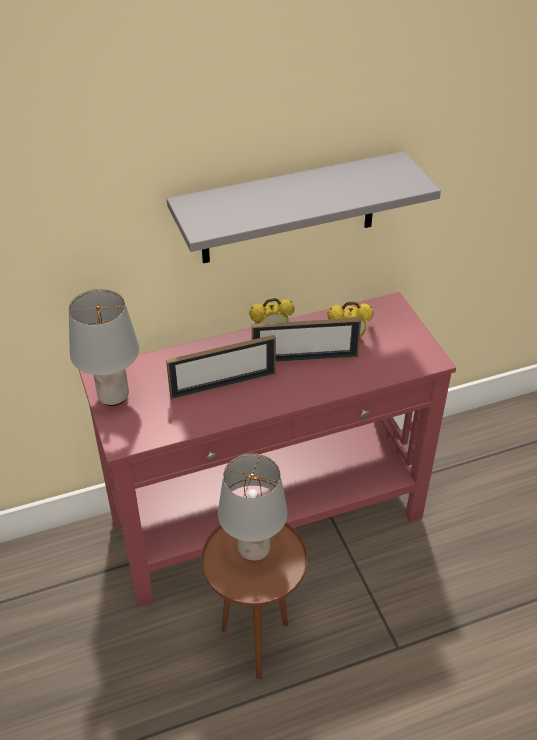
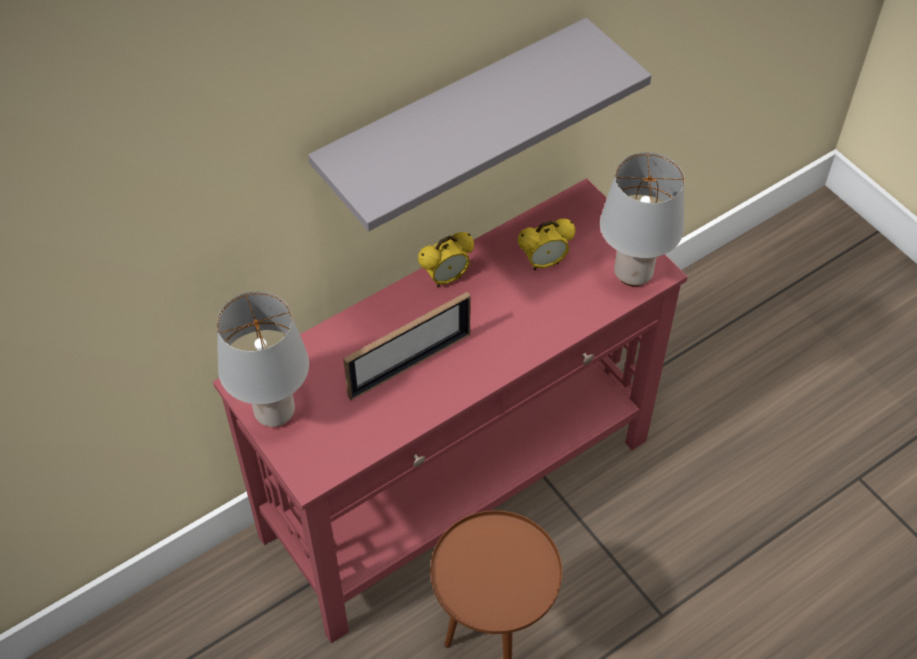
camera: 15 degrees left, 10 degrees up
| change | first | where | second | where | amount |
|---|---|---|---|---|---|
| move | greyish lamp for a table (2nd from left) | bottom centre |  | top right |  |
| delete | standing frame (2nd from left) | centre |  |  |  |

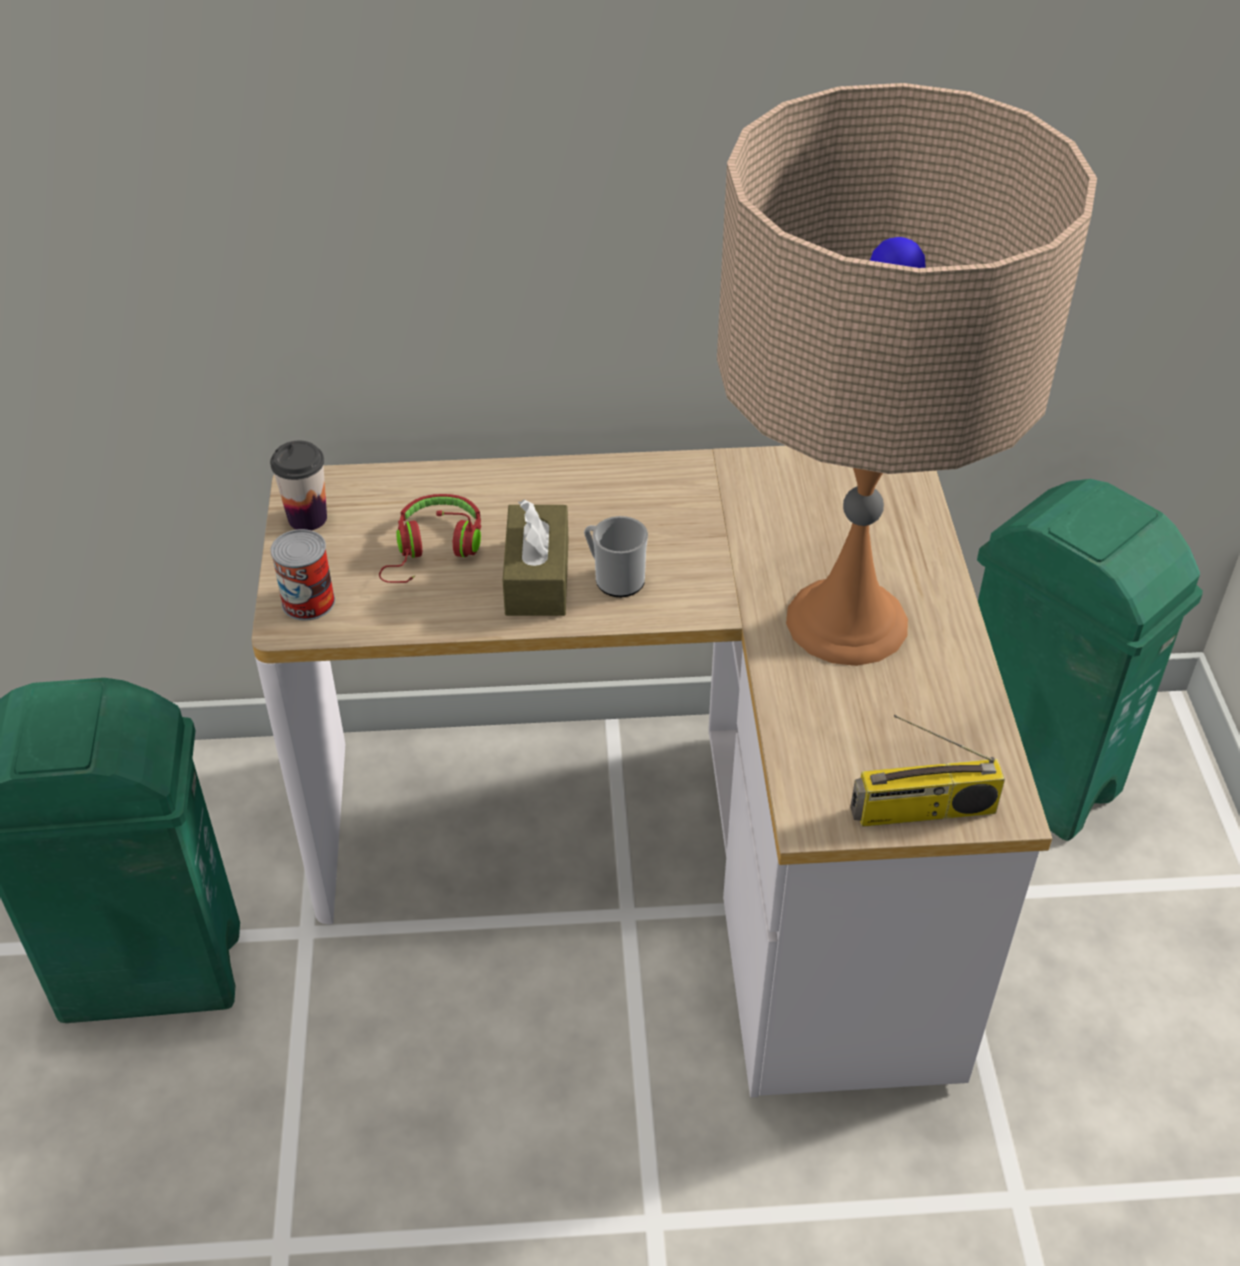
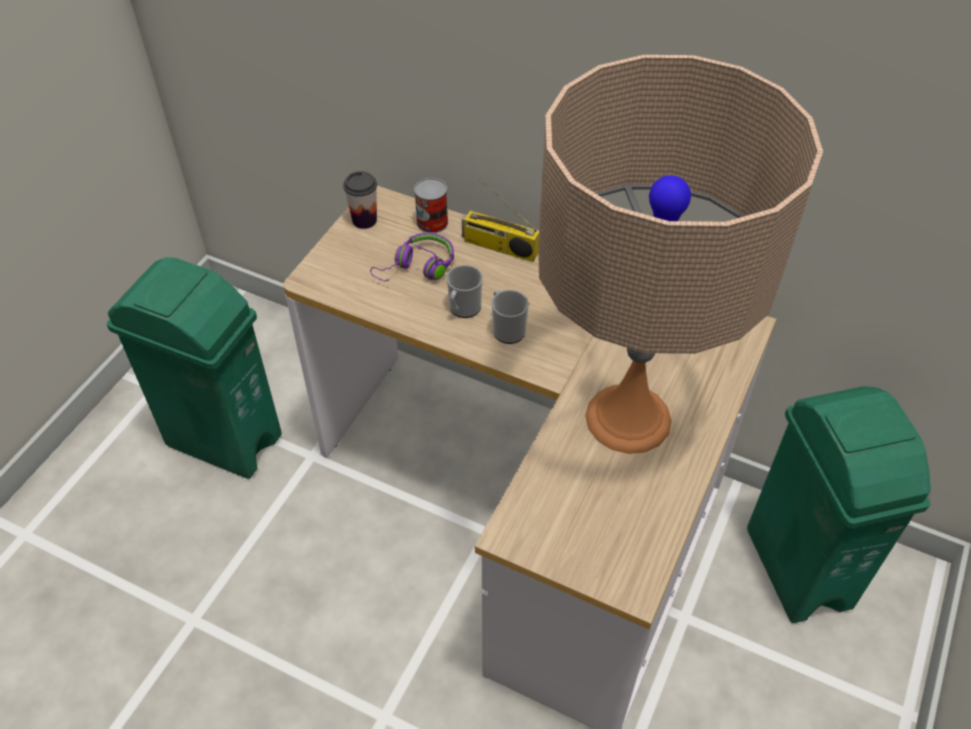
camera: 30 degrees right, 5 degrees up
| change | first | where | second | where | amount |
|---|---|---|---|---|---|
| recolor | red-coloured headphones | centre | purple headphones | centre |  |
| move | sealed can | middle left |  | top centre |  |
| replace | brown-coloured tissue box | centre | mug (1st from left) | centre |  |
| move | radio set | middle right |  | top centre |  |

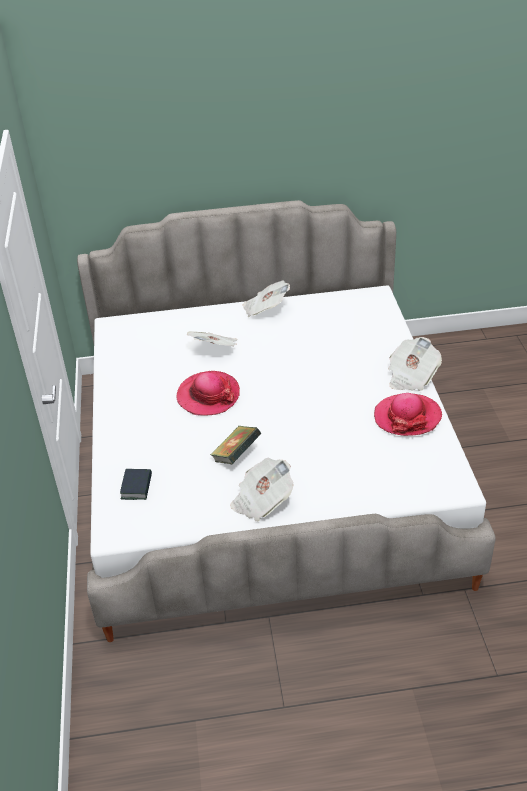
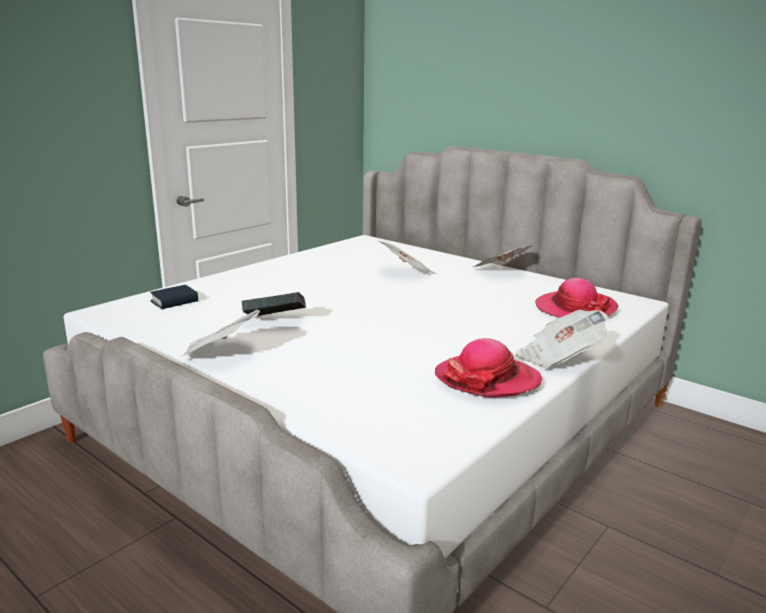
camera: 45 degrees right, 20 degrees down
| change | first | where | second | where | amount |
|---|---|---|---|---|---|
| move | hat (1st from left in the first image) | centre | hat (2nd from left) | middle right |  |

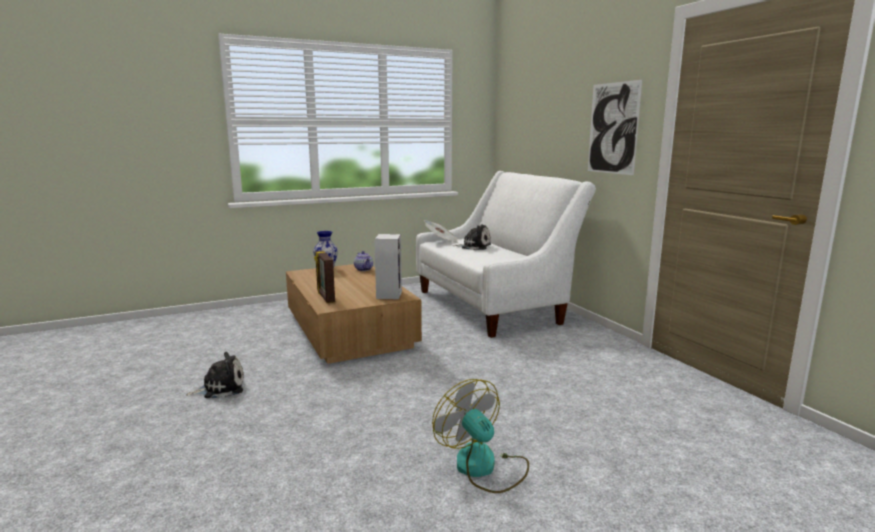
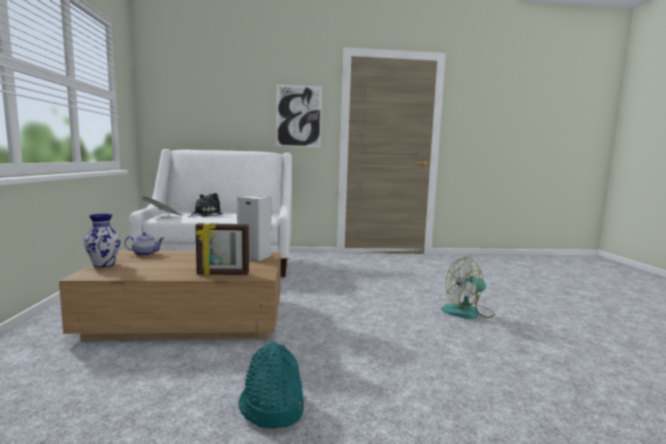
camera: 70 degrees left, 5 degrees down
| change | first | where | second | where | amount |
|---|---|---|---|---|---|
| replace | cuddly toy (1st from left) | bottom left | blue-green hat | bottom centre |  |

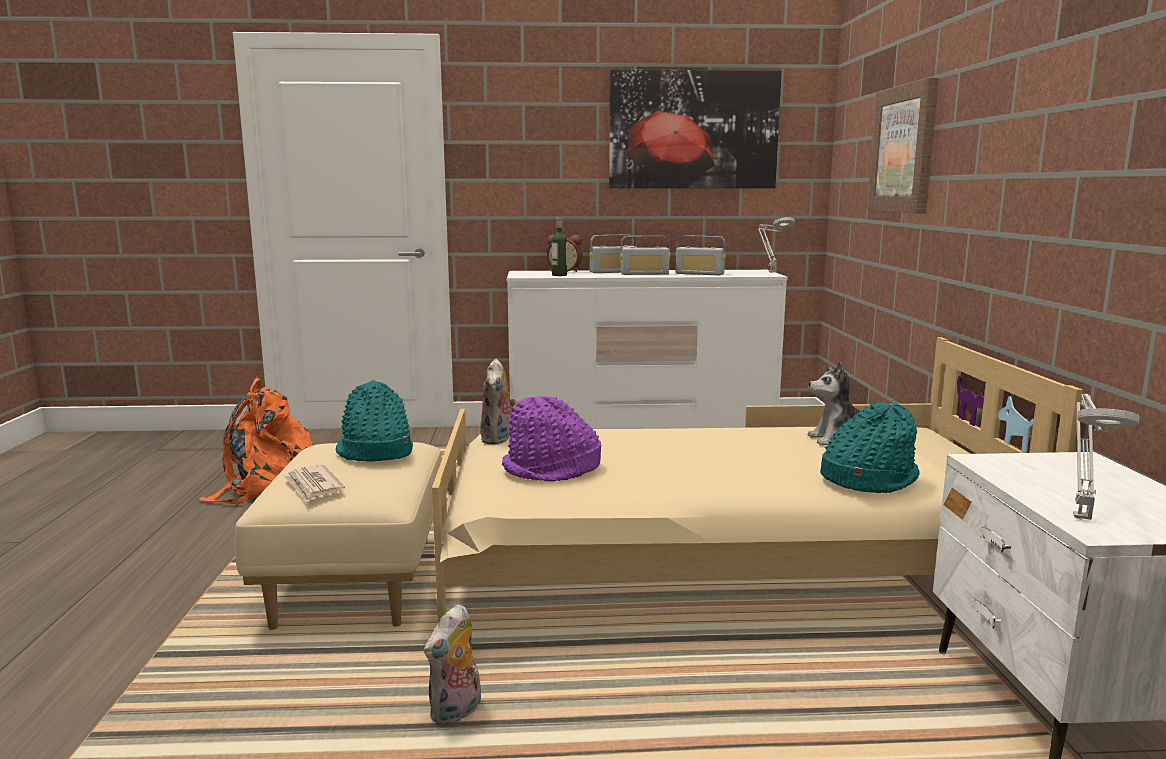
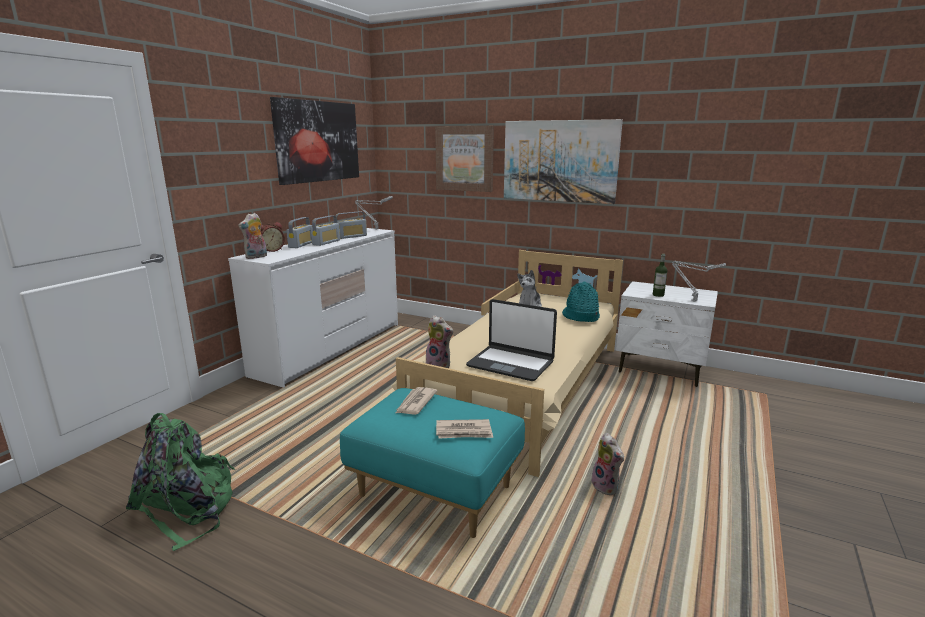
camera: 60 degrees left, 5 degrees up
| change | first | where | second | where | amount |
|---|---|---|---|---|---|
| recolor | orangey knapsack | middle left | green knapsack | bottom left |  |
| insert |  |  | cuddly toy (1st from left) | middle left |  |
| recolor | beige-coloured footrest | bottom left | blue-green footrest | bottom centre |  |
| replace | blue-green hat (1st from left) | middle left | printed paper (1st from left) | centre |  |
| replace | purple hat | centre | laptop | centre |  |
| insert |  |  | wall picture (3rd from left) | top centre |  |
| move | bottle | top centre |  | middle right |  |

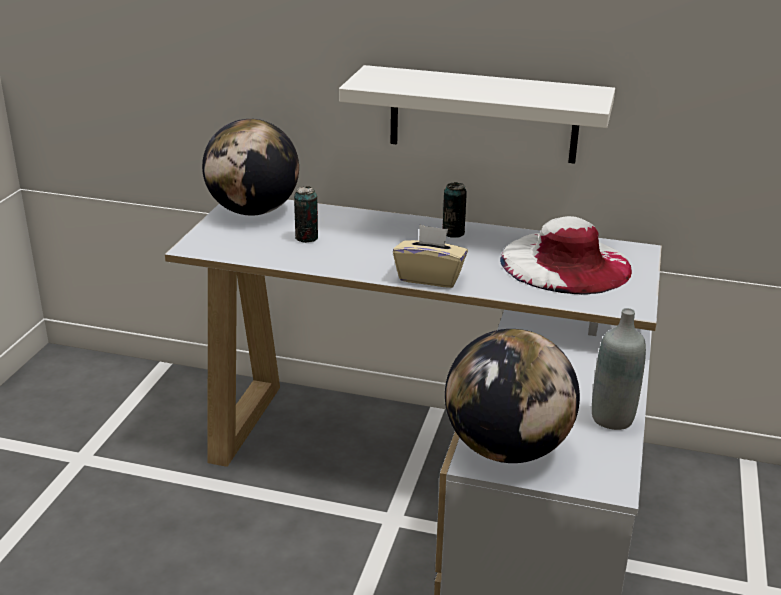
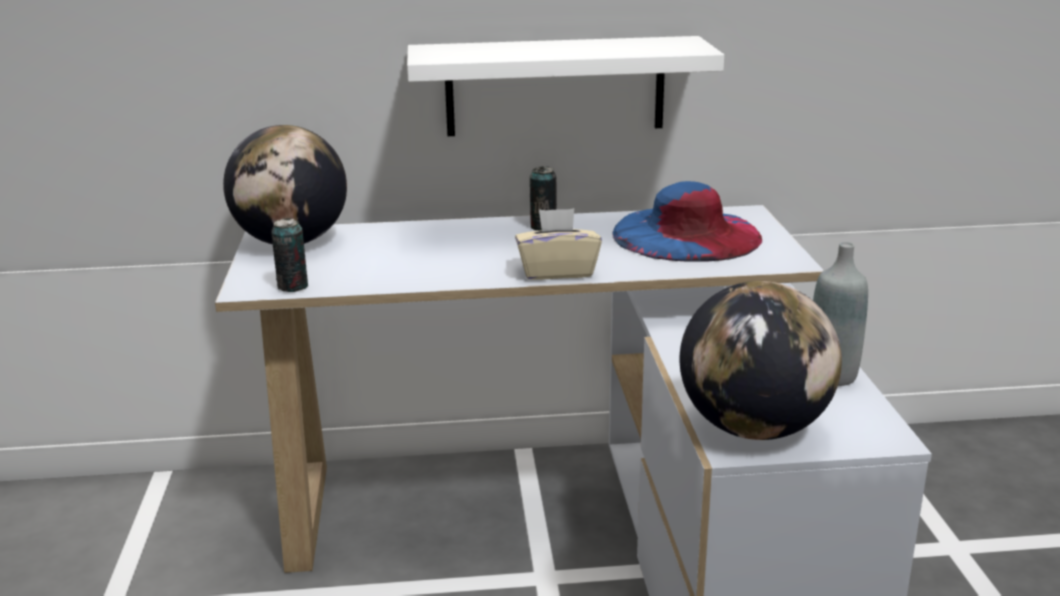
camera: 20 degrees left, 5 degrees down
| change | first | where | second | where | amount |
|---|---|---|---|---|---|
| move | sealed can (1st from left) | centre |  | middle left |  |
| recolor | white hat | middle right | blue-coloured hat | centre |  |

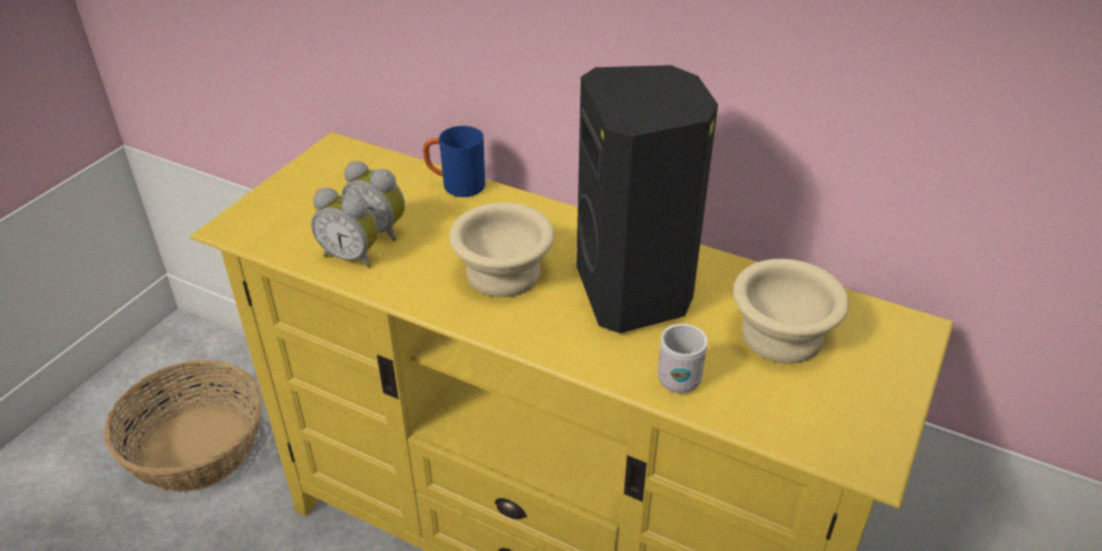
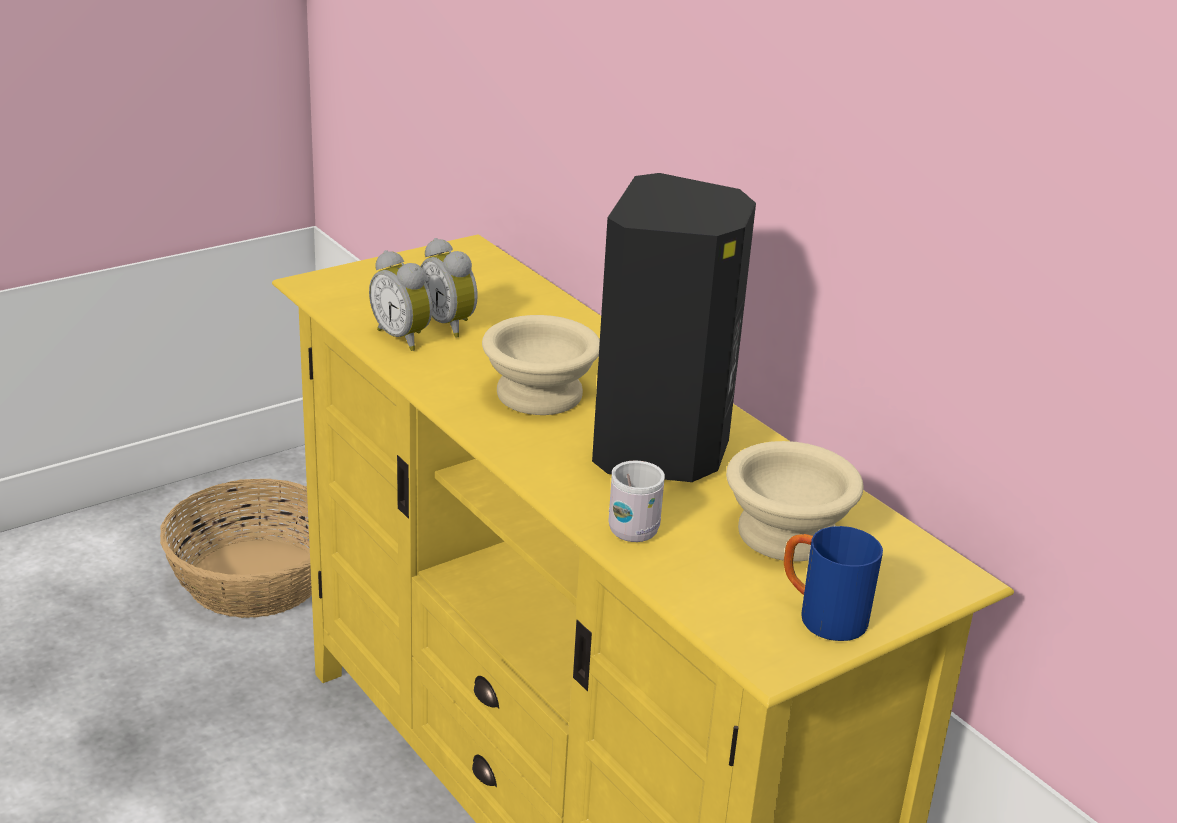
camera: 25 degrees right, 10 degrees down
| change | first | where | second | where | amount |
|---|---|---|---|---|---|
| move | blue-coloured mug | top centre |  | bottom right |  |

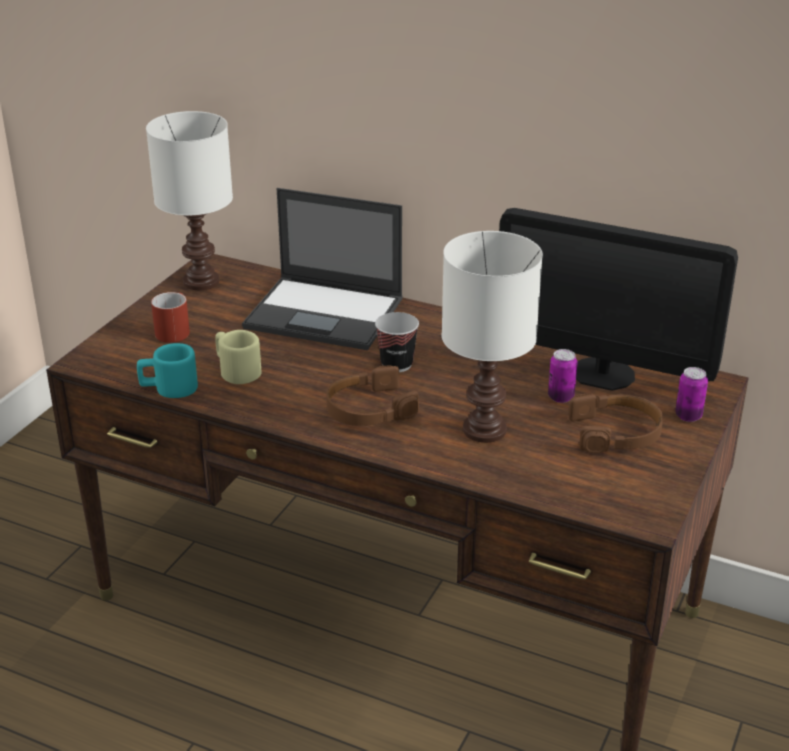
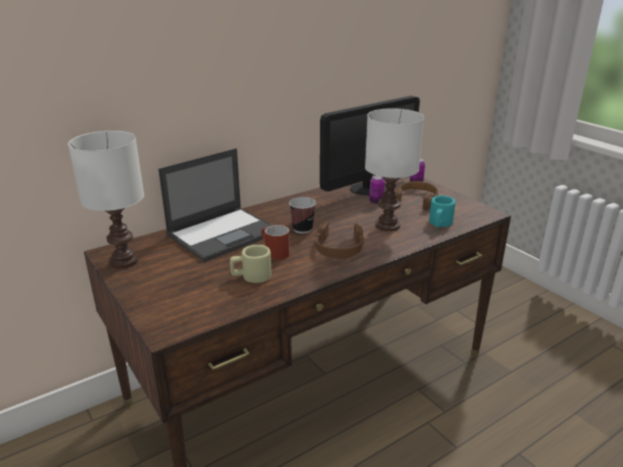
camera: 60 degrees left, 5 degrees down
| change | first | where | second | where | amount |
|---|---|---|---|---|---|
| move | red-coloured mug | middle left |  | centre |  |
| move | blue-green mug | middle left |  | middle right |  |

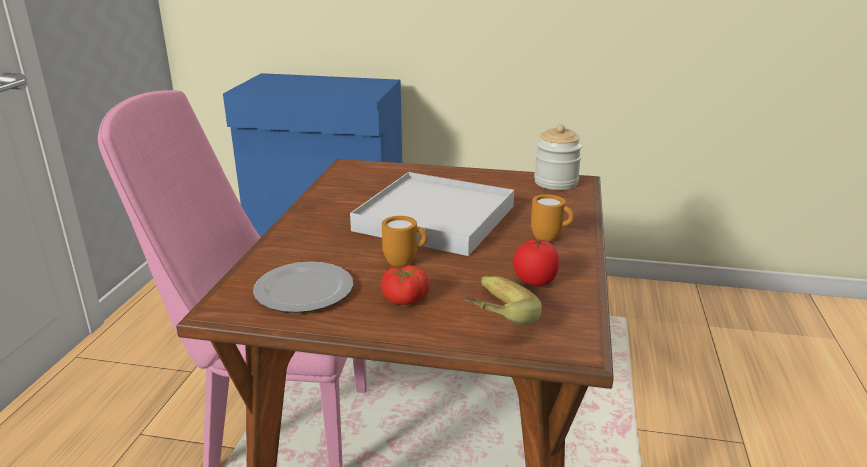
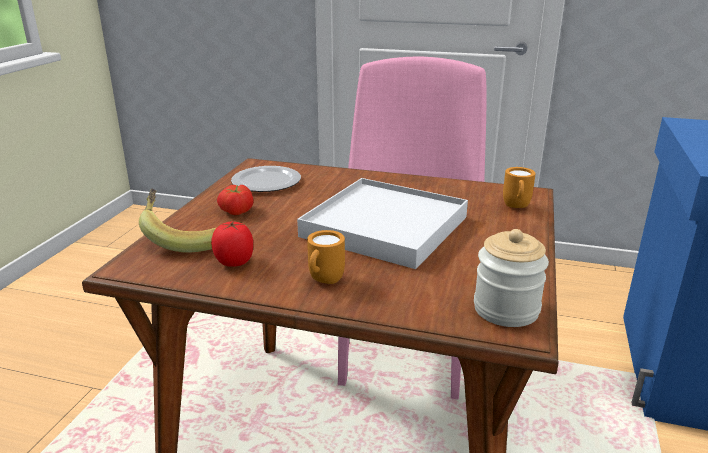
camera: 95 degrees right, 0 degrees up
| change | first | where | second | where | amount |
|---|---|---|---|---|---|
| move | orangey mug (1st from left in the first image) | centre | orangey mug (2nd from left) | middle right |  |

